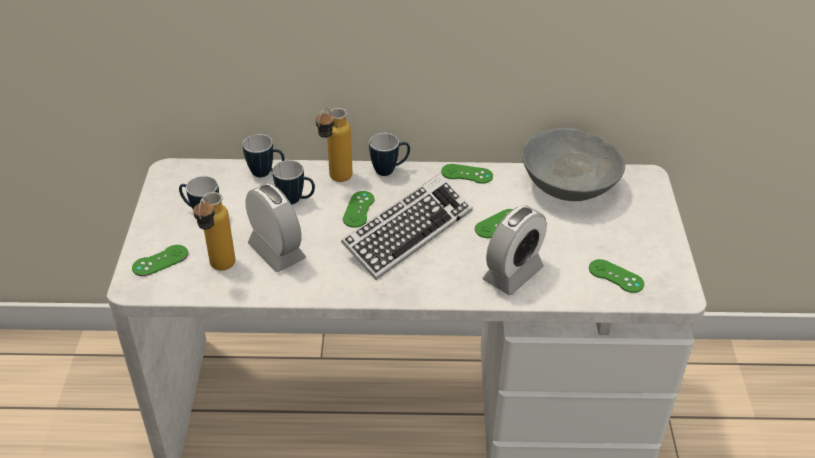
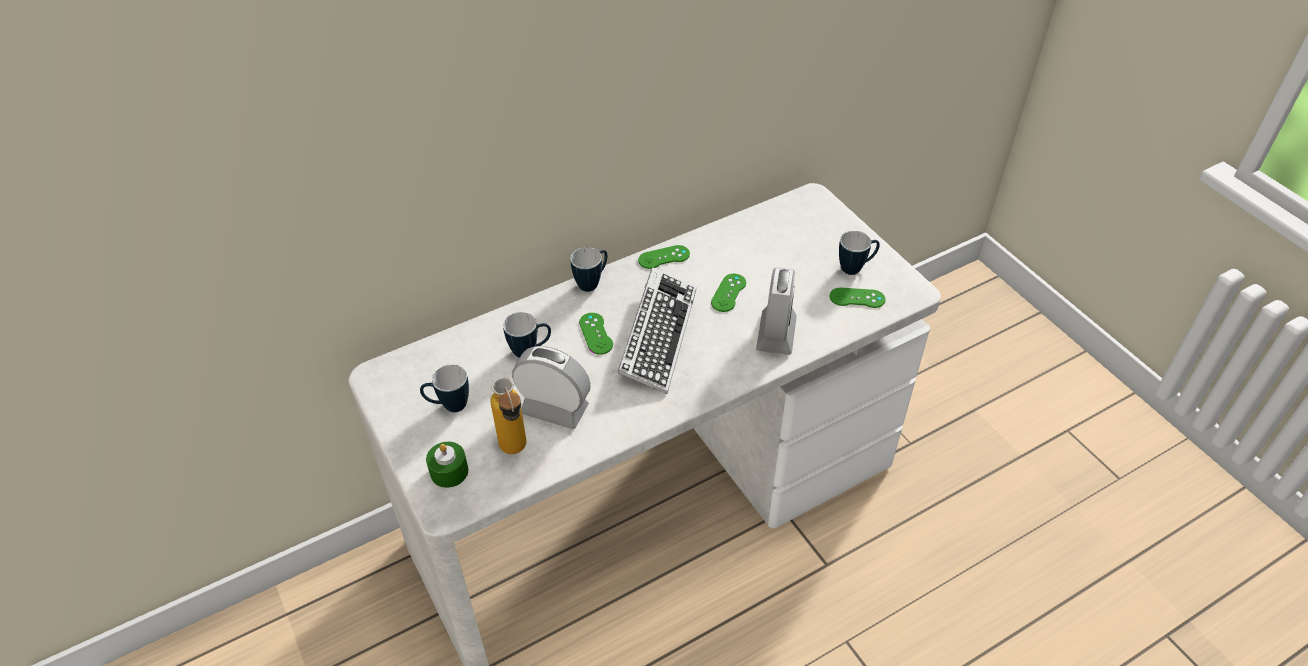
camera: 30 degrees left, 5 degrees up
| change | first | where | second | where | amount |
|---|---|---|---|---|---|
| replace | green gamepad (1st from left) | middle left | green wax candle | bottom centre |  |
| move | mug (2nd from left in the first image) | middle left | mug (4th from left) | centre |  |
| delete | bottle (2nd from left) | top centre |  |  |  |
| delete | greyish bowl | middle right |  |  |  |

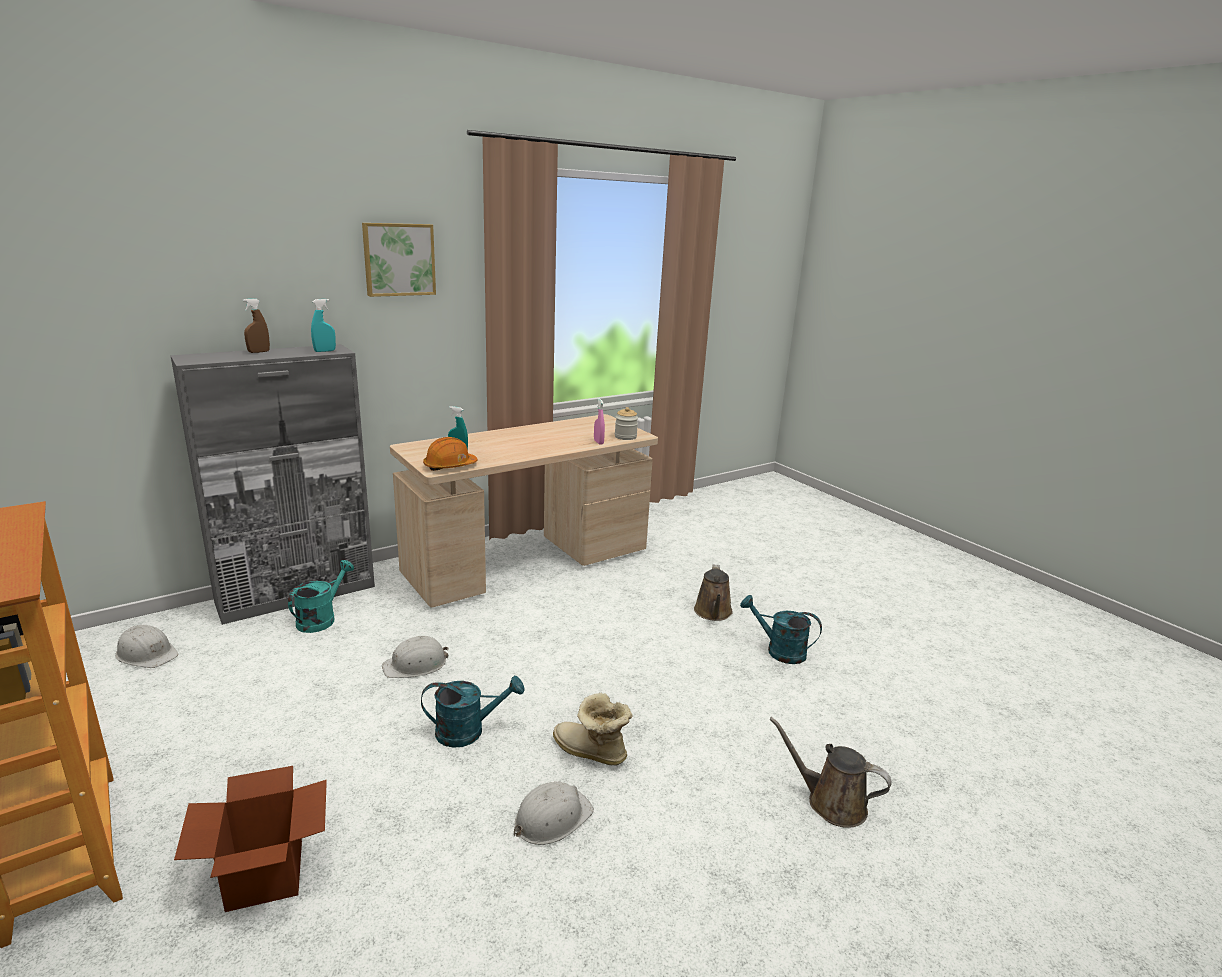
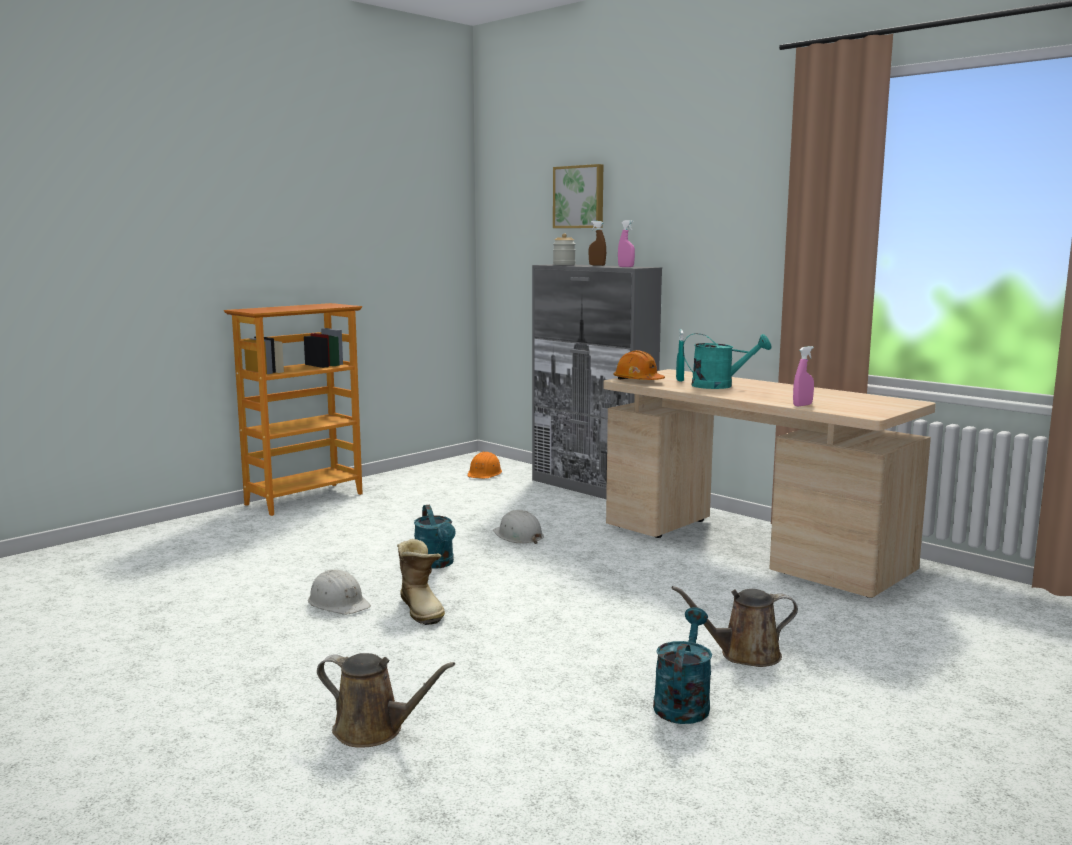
camera: 80 degrees right, 10 degrees down
| change | first | where | second | where | amount |
|---|---|---|---|---|---|
| rotate | brown-coloured watering can (2nd from left in the first image) | bottom right | brown-coloured watering can (1st from left) | bottom centre | 90 degrees clockwise |
| rotate | high-top boot | bottom centre |  | bottom centre | 135 degrees clockwise |
| recolor | white work helmet (1st from left) | middle left | orangey work helmet (1st from left) | centre |  |
| move | wall picture | top left |  | top centre |  |
| move | storage jar | centre |  | top centre |  |
| recolor | blue-green sprayer (1st from left) | top left | pink sprayer (1st from left) | top centre |  |
| move | blue-green watering can (1st from left in the first image) | middle left | blue-green watering can (3rd from left) | middle right |  |
| delete | cardboard box | bottom left |  |  |  |

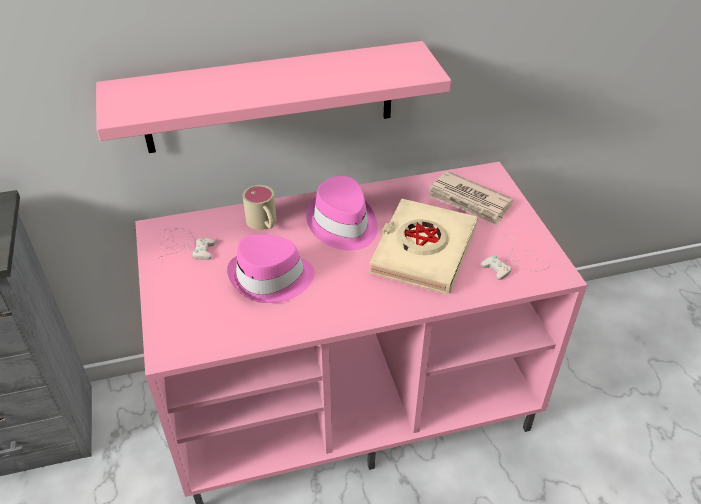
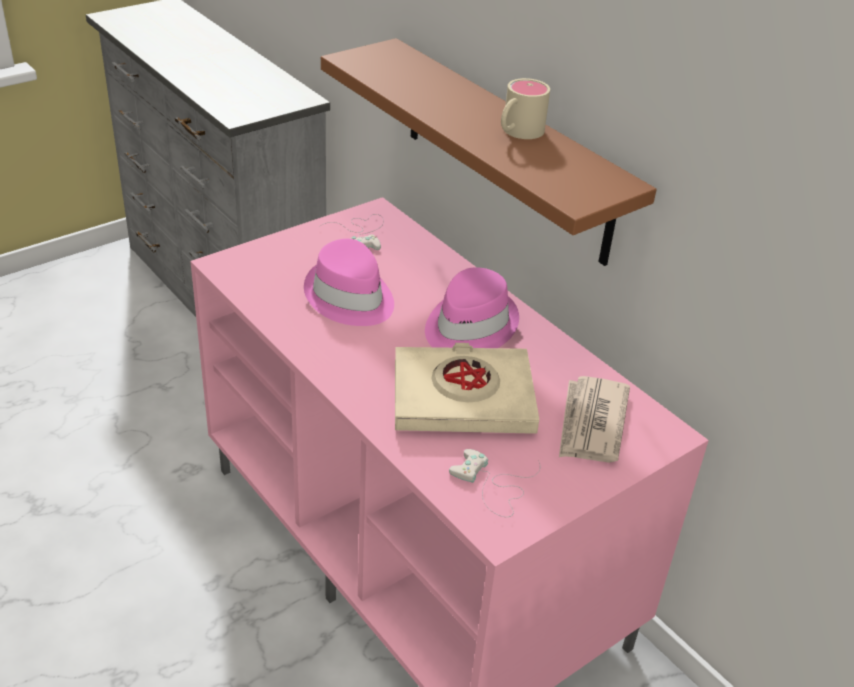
camera: 65 degrees right, 5 degrees down
| change | first | where | second | where | amount |
|---|---|---|---|---|---|
| recolor | pink bracket shelf | top centre | brown-coloured bracket shelf | top centre |  |
| move | beige-coloured mug | centre |  | top centre |  |

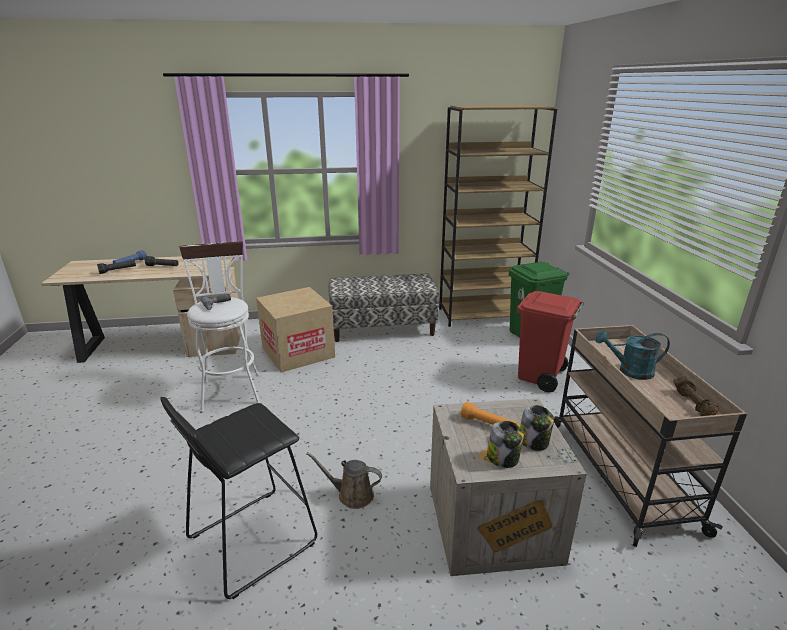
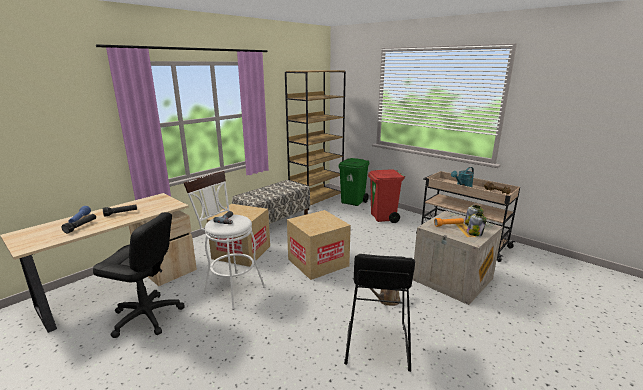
camera: 40 degrees left, 5 degrees down
| change | first | where | second | where | amount |
|---|---|---|---|---|---|
| insert |  |  | black-coloured office chair | bottom left |  |
| insert |  |  | cardboard box (2nd from left) | centre |  |

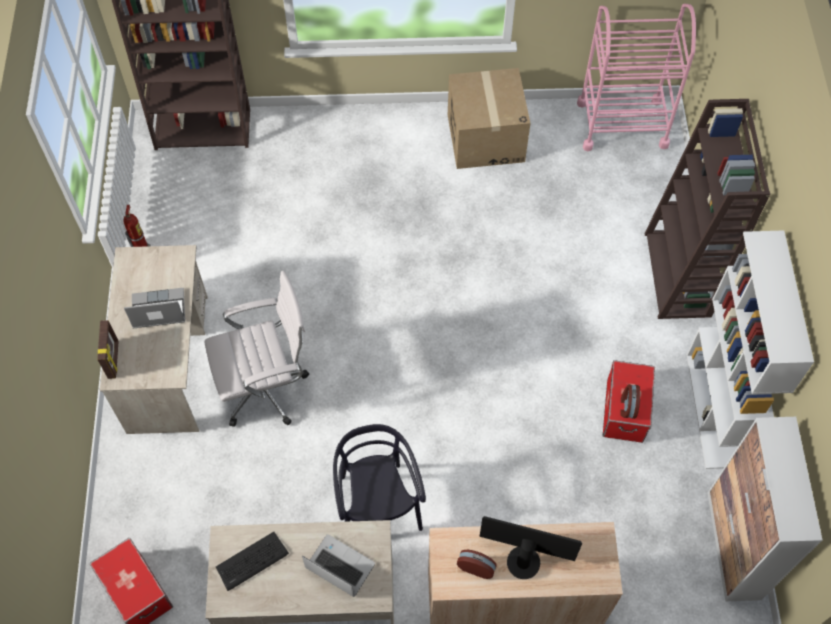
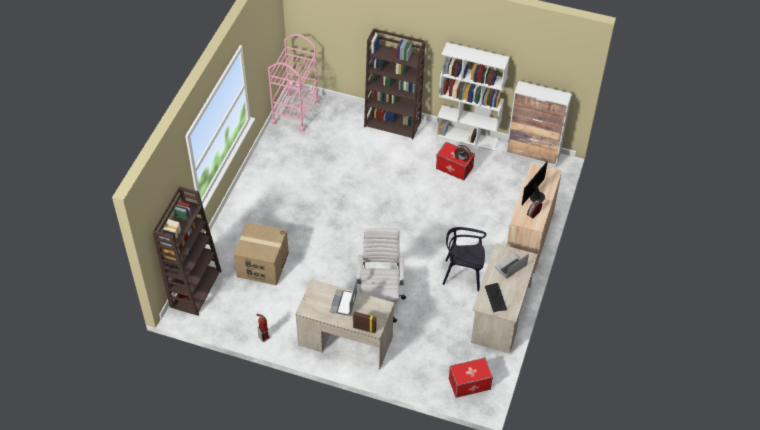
camera: 70 degrees left, 10 degrees down
| change | first | where | second | where | amount |
|---|---|---|---|---|---|
| move | cardboard box | top centre |  | centre |  |

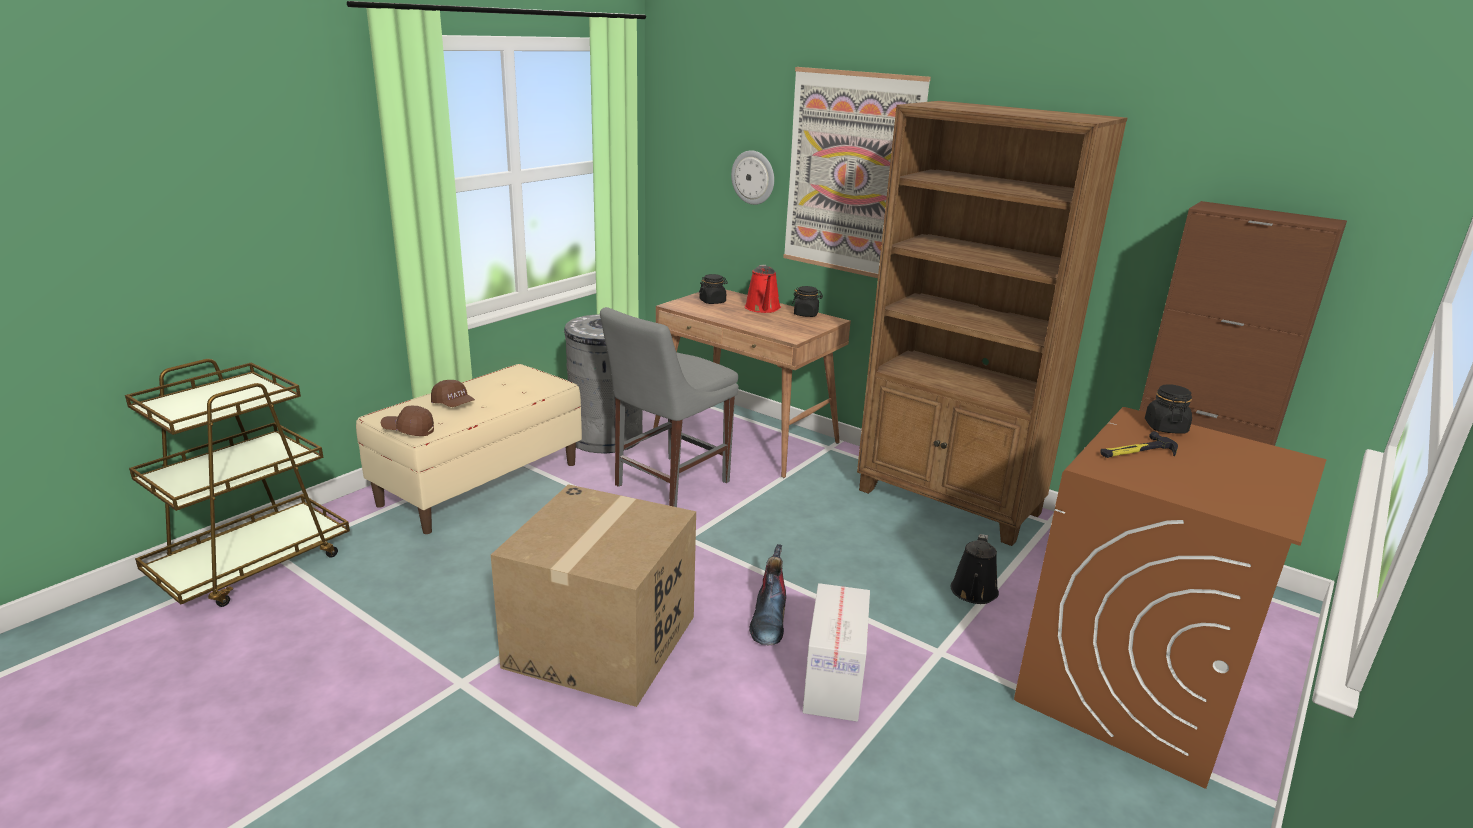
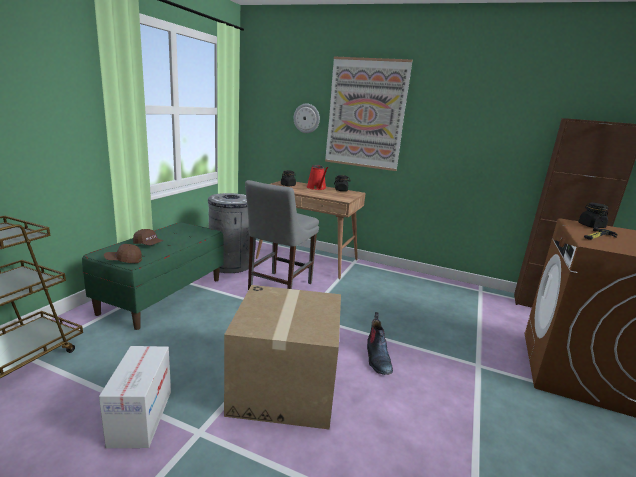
camera: 15 degrees left, 5 degrees down
| change | first | where | second | where | amount |
|---|---|---|---|---|---|
| recolor | beige-coloured bench | middle left | green bench | middle left |  |
| move | cardboard box (2nd from left in the first image) | bottom centre | cardboard box (1st from left) | bottom left |  |
| delete | brown-coloured bookcase | middle right |  |  |  |
| delete | black-coloured watering can | bottom centre |  |  |  |

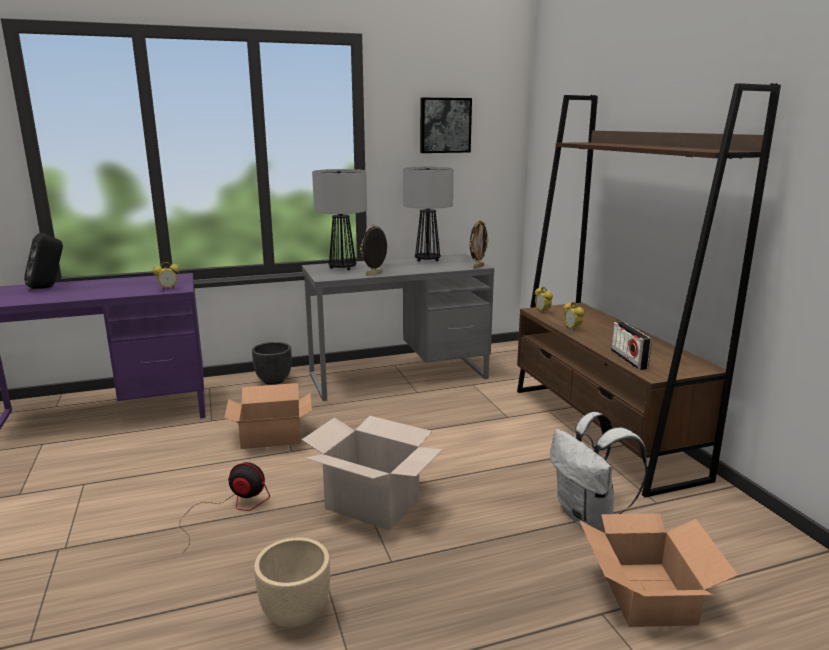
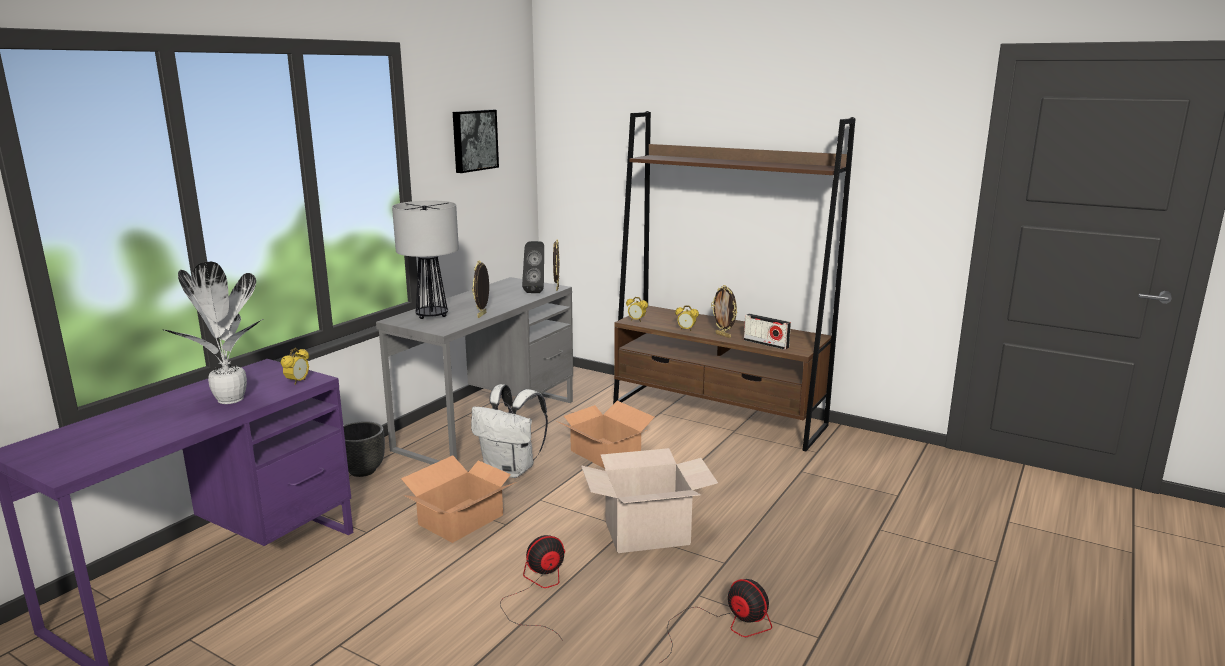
camera: 40 degrees left, 0 degrees up
| change | first | where | second | where | amount |
|---|---|---|---|---|---|
| insert |  |  | plant in a pot | middle left |  |
| move | white knapsack | bottom right |  | centre |  |
| move | black-coloured audio speaker | middle left |  | centre |  |
| move | cardboard box (3rd from left in the first image) | bottom right | cardboard box (2nd from left) | centre |  |
| replace | beige-coloured plant pot | bottom centre | cooling fan (2nd from left) | bottom centre |  |
| insert |  |  | standing frame (3rd from left) | centre |  |
| delete | lamp for a table (2nd from left) | top centre |  |  |  |

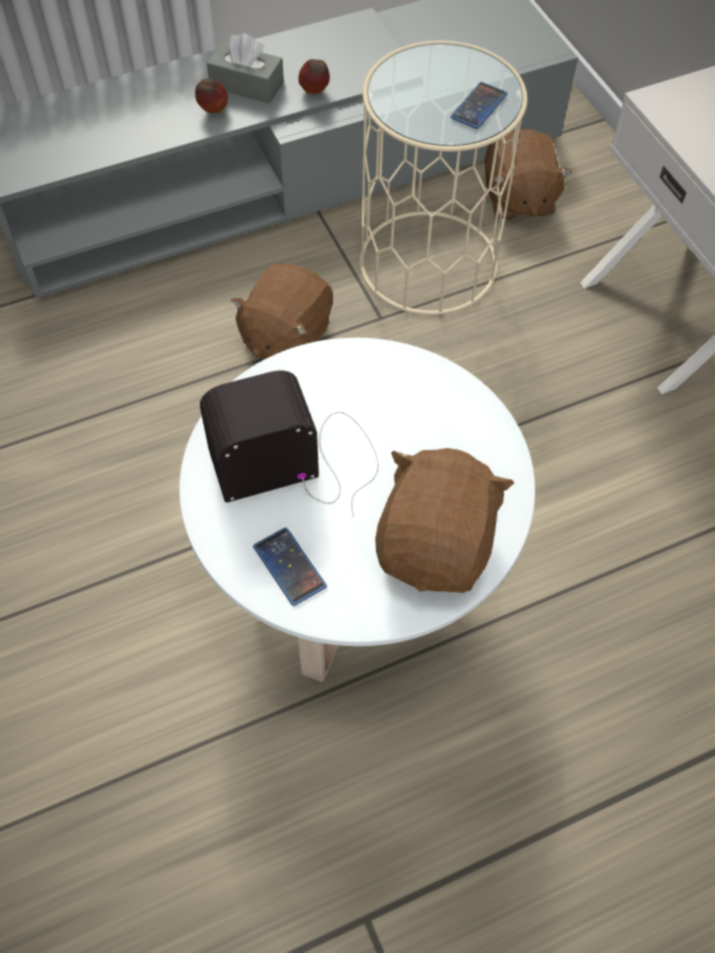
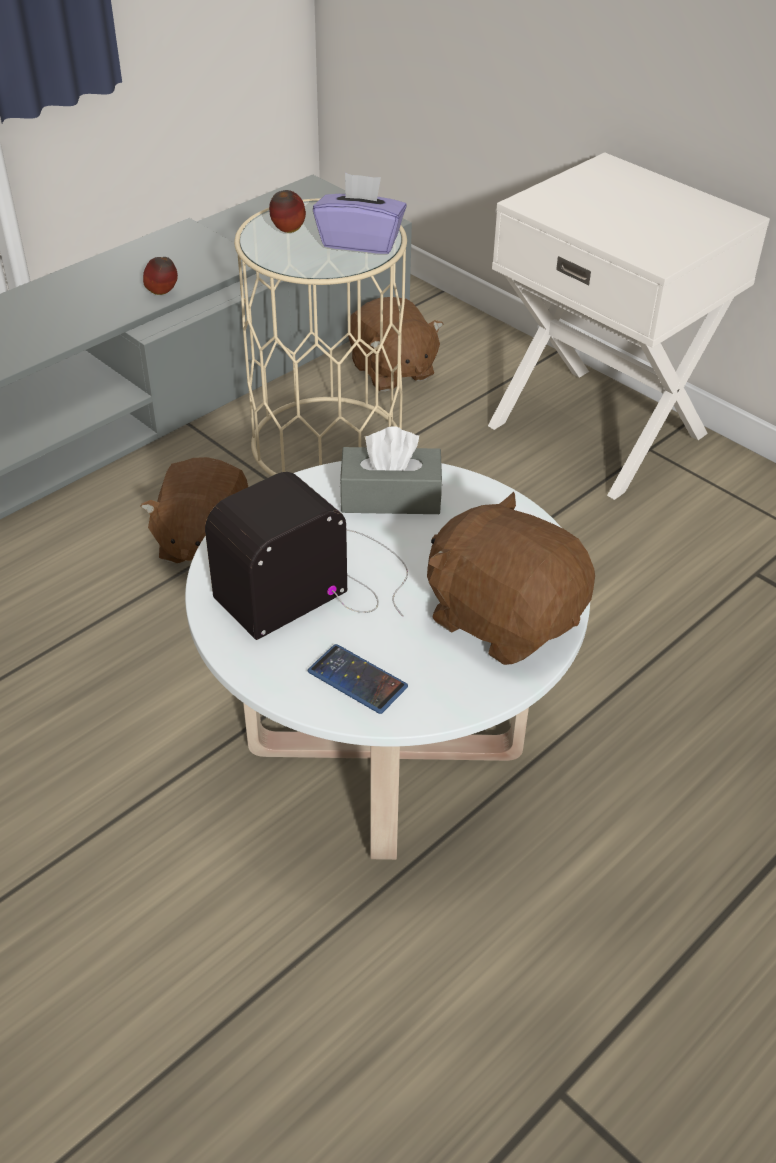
camera: 20 degrees left, 15 degrees down
| change | first | where | second | where | amount |
|---|---|---|---|---|---|
| move | apple fruit (1st from left in the first image) | top left | apple fruit (2nd from left) | top centre |  |
| replace | phone (2nd from left) | top right | purple tissue box | top centre |  |
| move | greyish tissue box | top centre |  | centre |  |
| rotate | brown-coloured cuddly toy (2nd from left in the first image) | centre | brown-coloured cuddly toy (3rd from left) | centre | 45 degrees counterclockwise |

